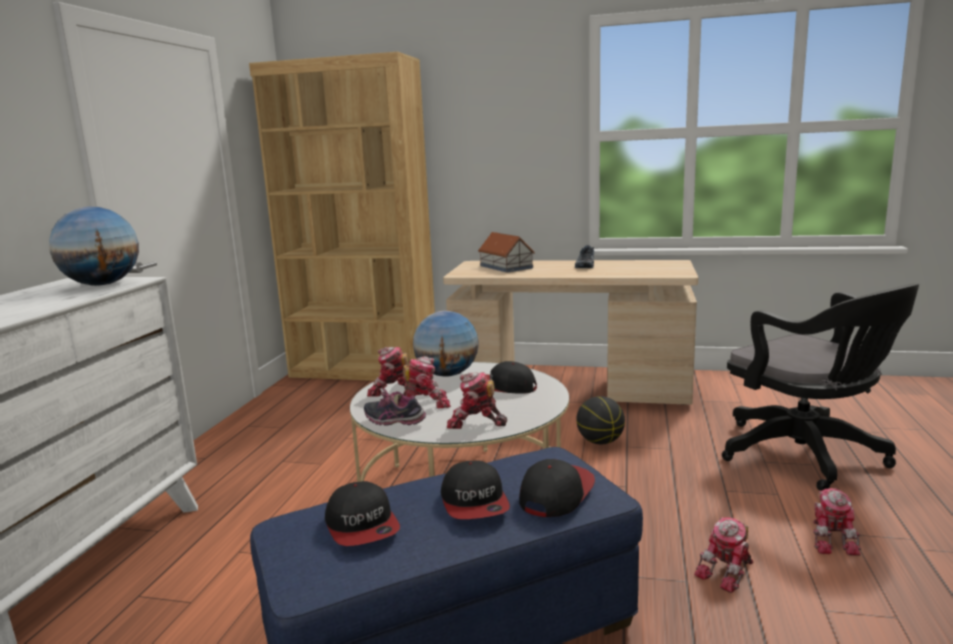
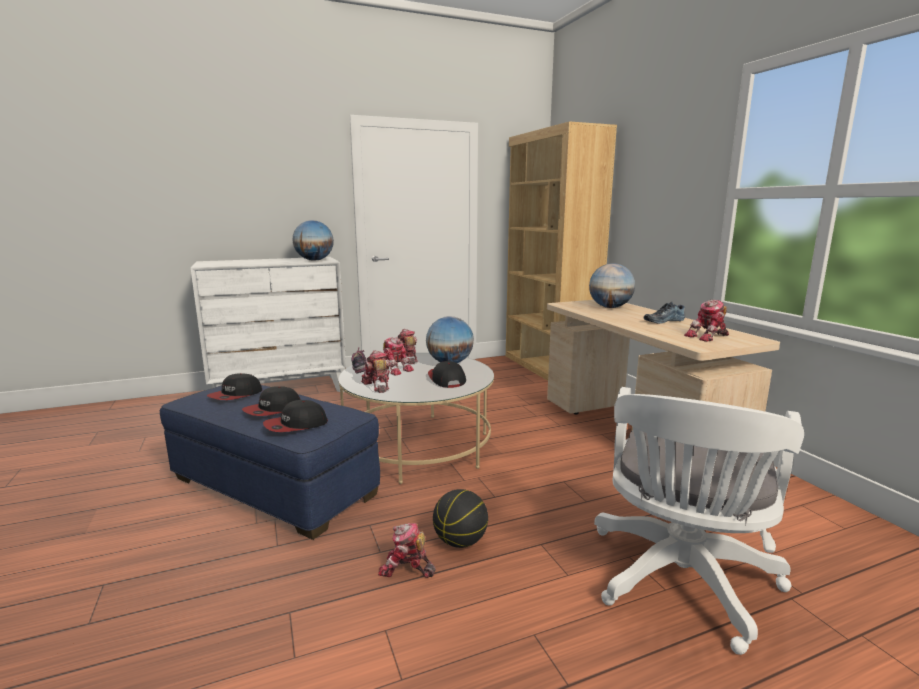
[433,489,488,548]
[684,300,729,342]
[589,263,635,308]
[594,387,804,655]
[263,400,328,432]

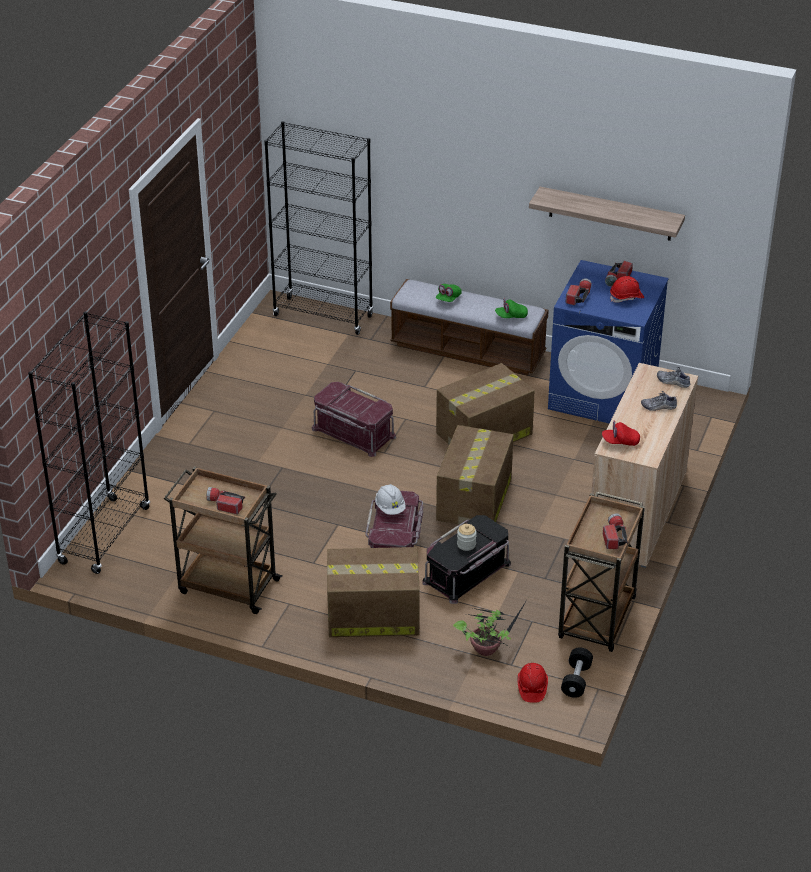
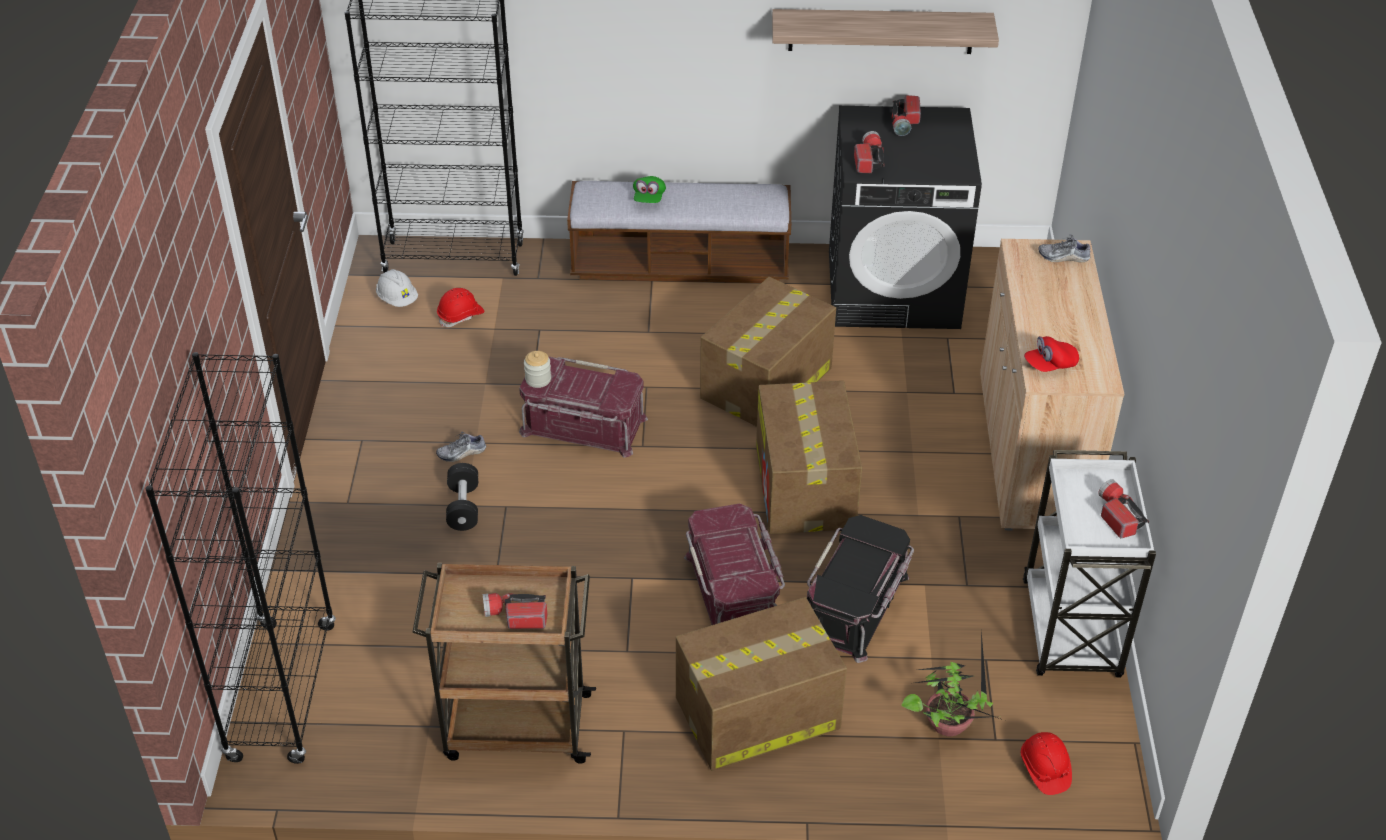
[495,298,528,318] (first image)
[376,269,418,307]
[524,351,551,388]
[446,463,478,531]
[437,288,485,327]
[436,432,486,462]
[829,106,982,329]
[1023,450,1156,677]

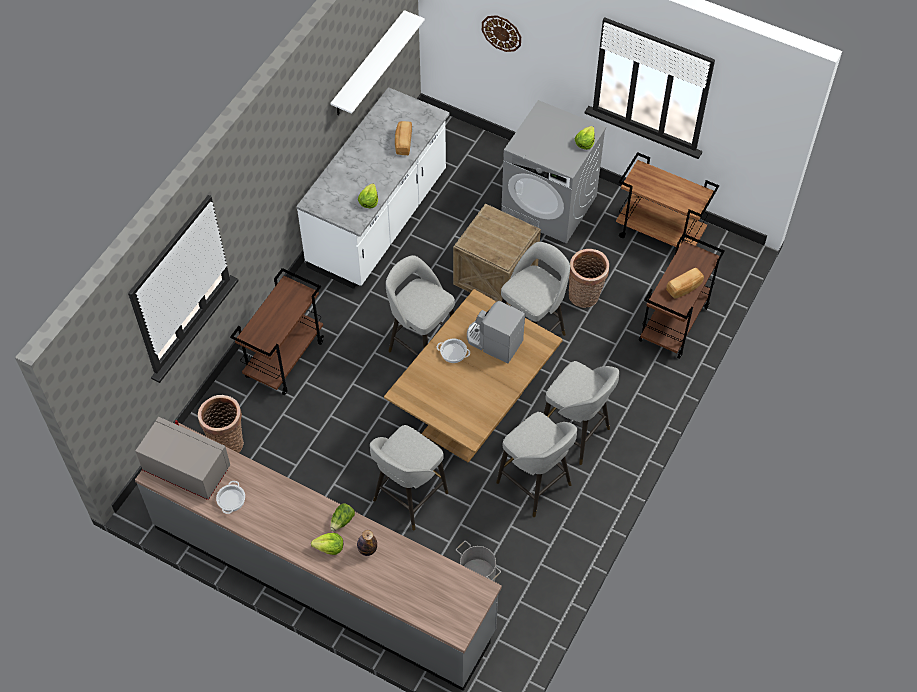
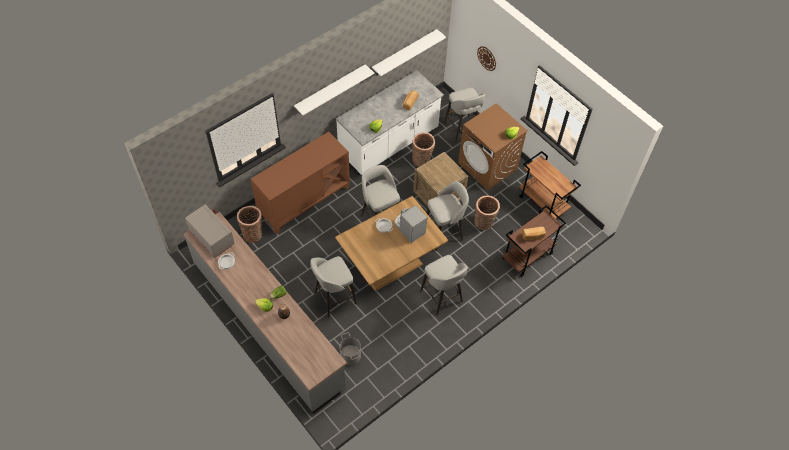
[294,64,374,115]
[412,132,435,167]
[444,87,485,143]
[251,132,350,234]
[458,103,528,190]

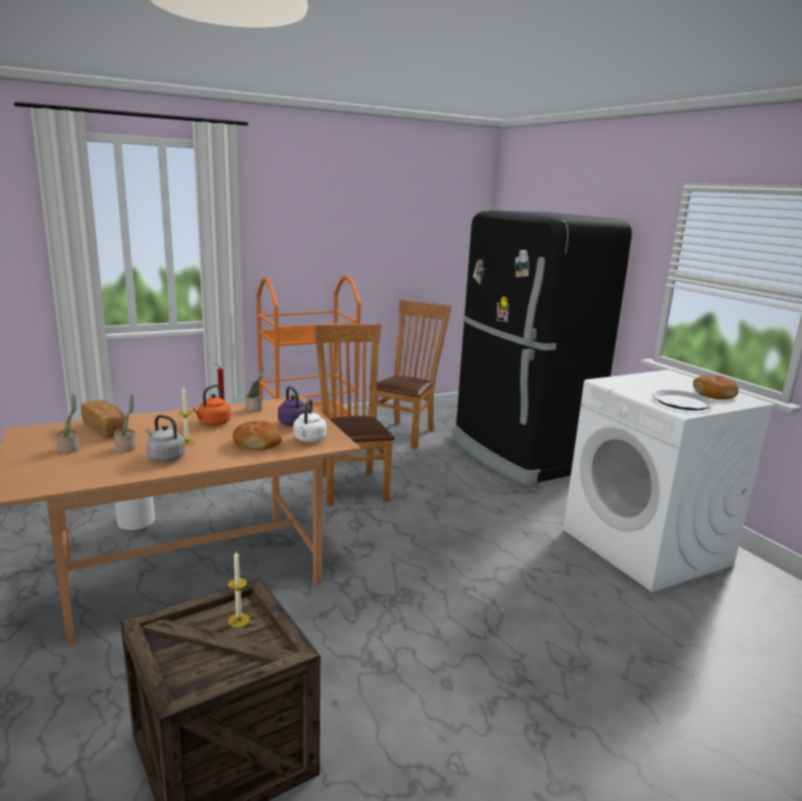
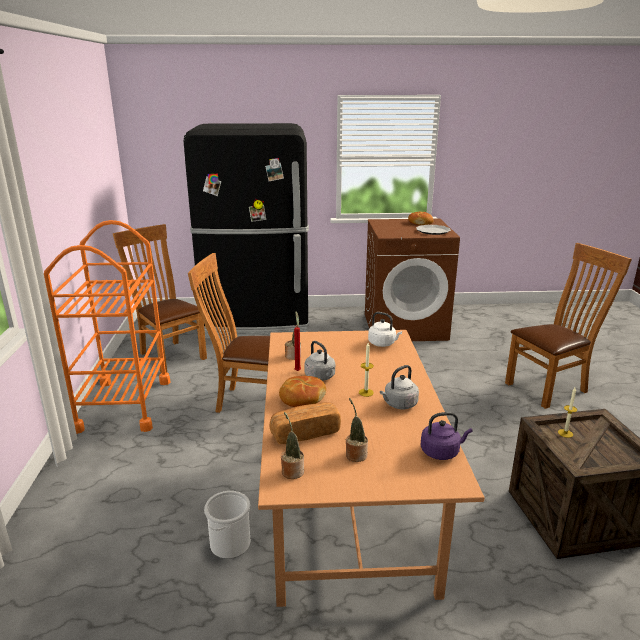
[505,243,632,409]
[281,412,304,479]
[279,376,326,407]
[420,412,472,460]
[304,341,335,381]
[365,219,460,341]

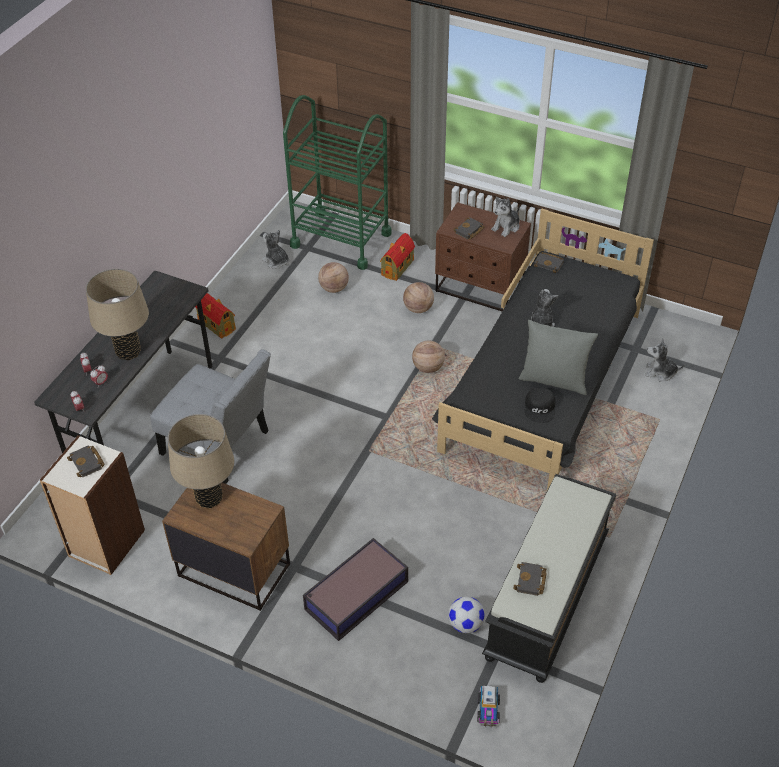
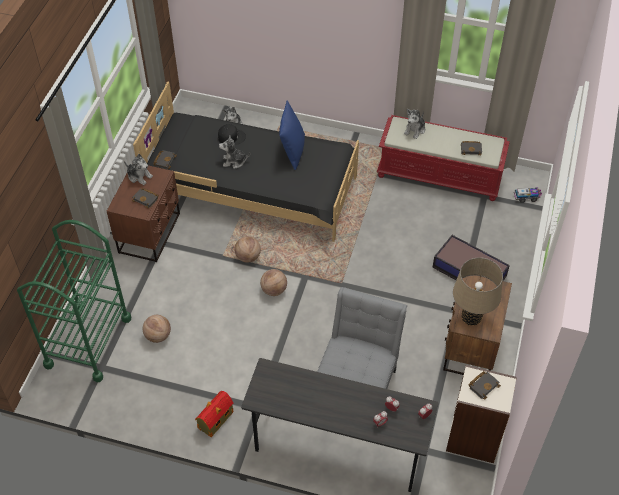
[86,269,149,360] (first image)
[380,233,415,281] (first image)
[449,597,485,633] (first image)
[404,109,425,139]
[260,269,287,296]
[218,124,246,145]
[377,115,510,201]
[279,100,305,170]

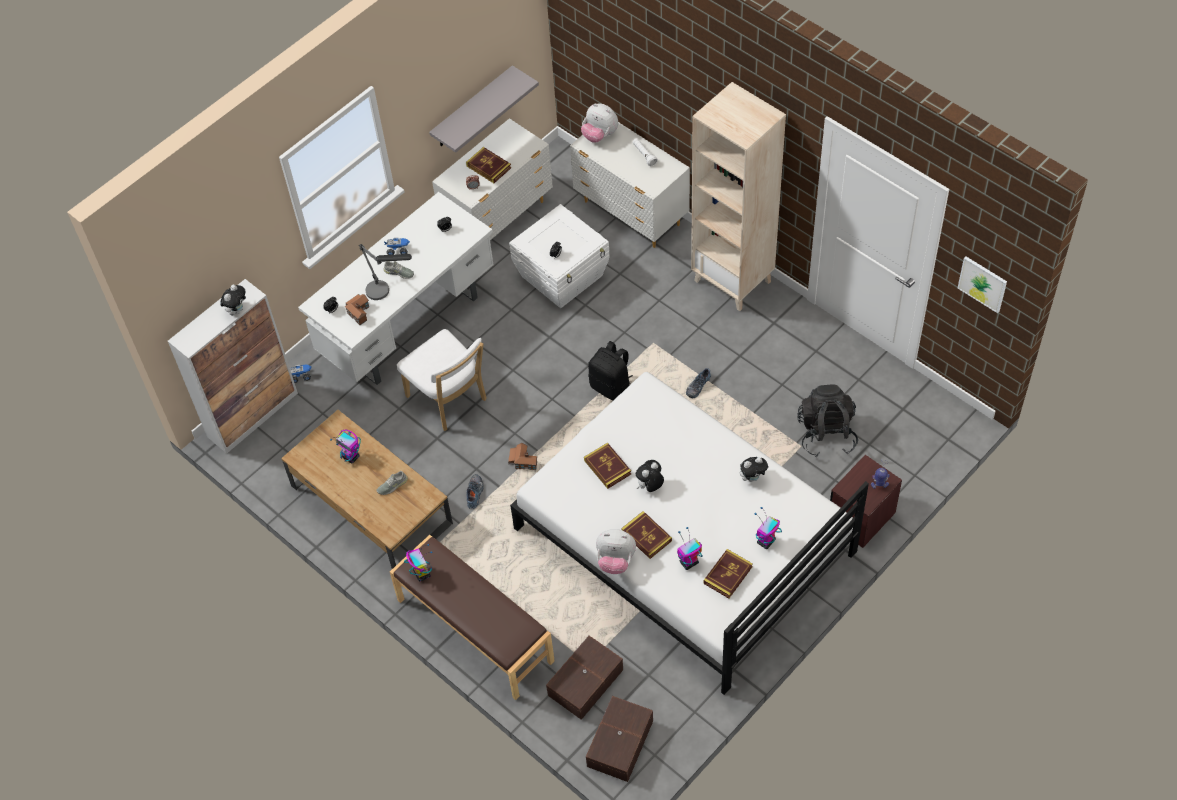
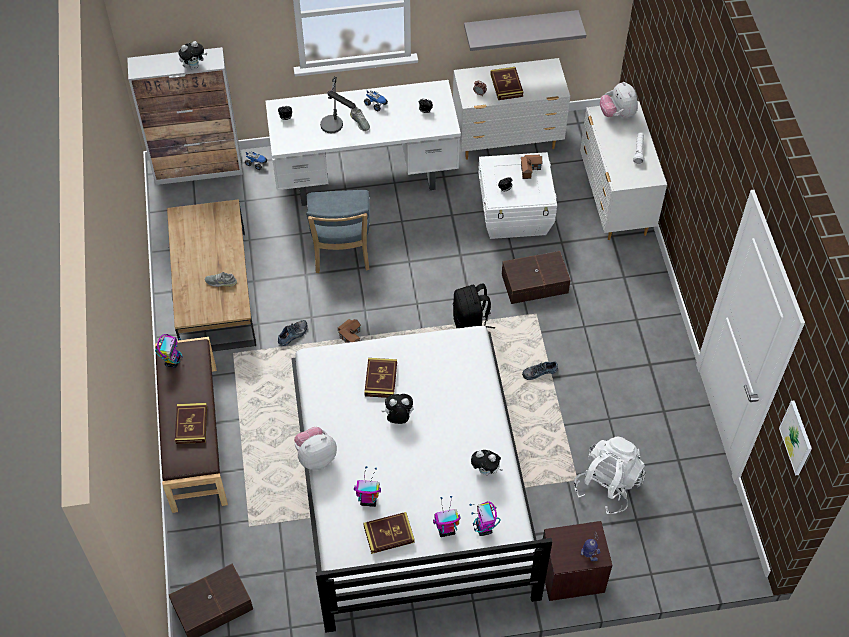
[691,82,786,311] (first image)
[469,501,501,536]
[521,155,542,179]
[502,251,571,304]
[175,403,207,444]
[306,190,370,273]
[574,436,646,514]
[294,427,337,470]

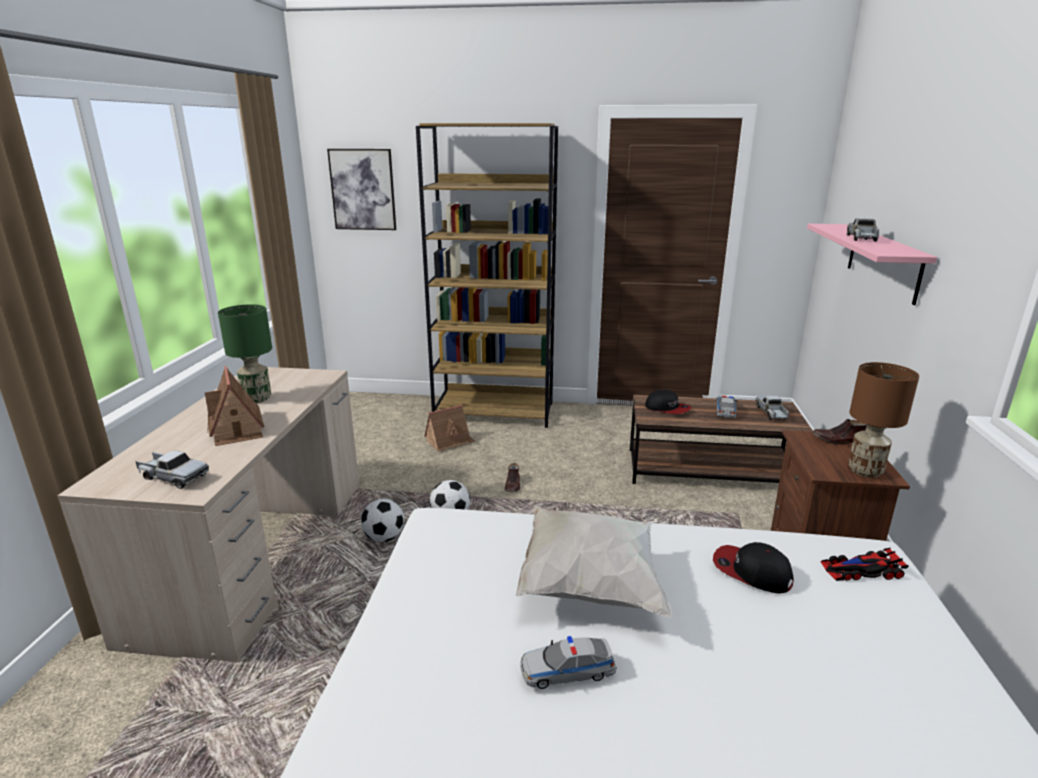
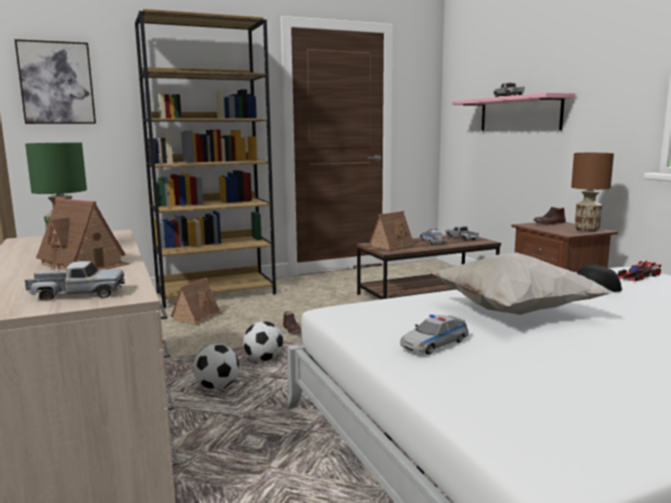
[400,315,469,355]
[369,211,416,250]

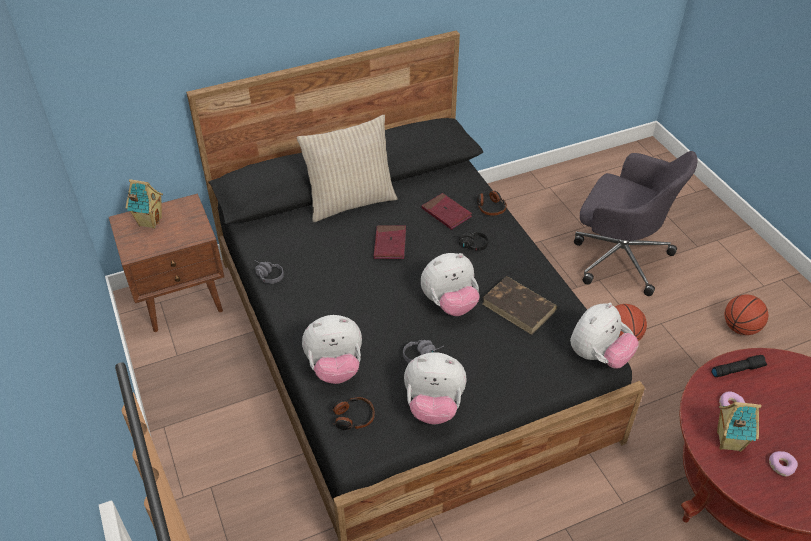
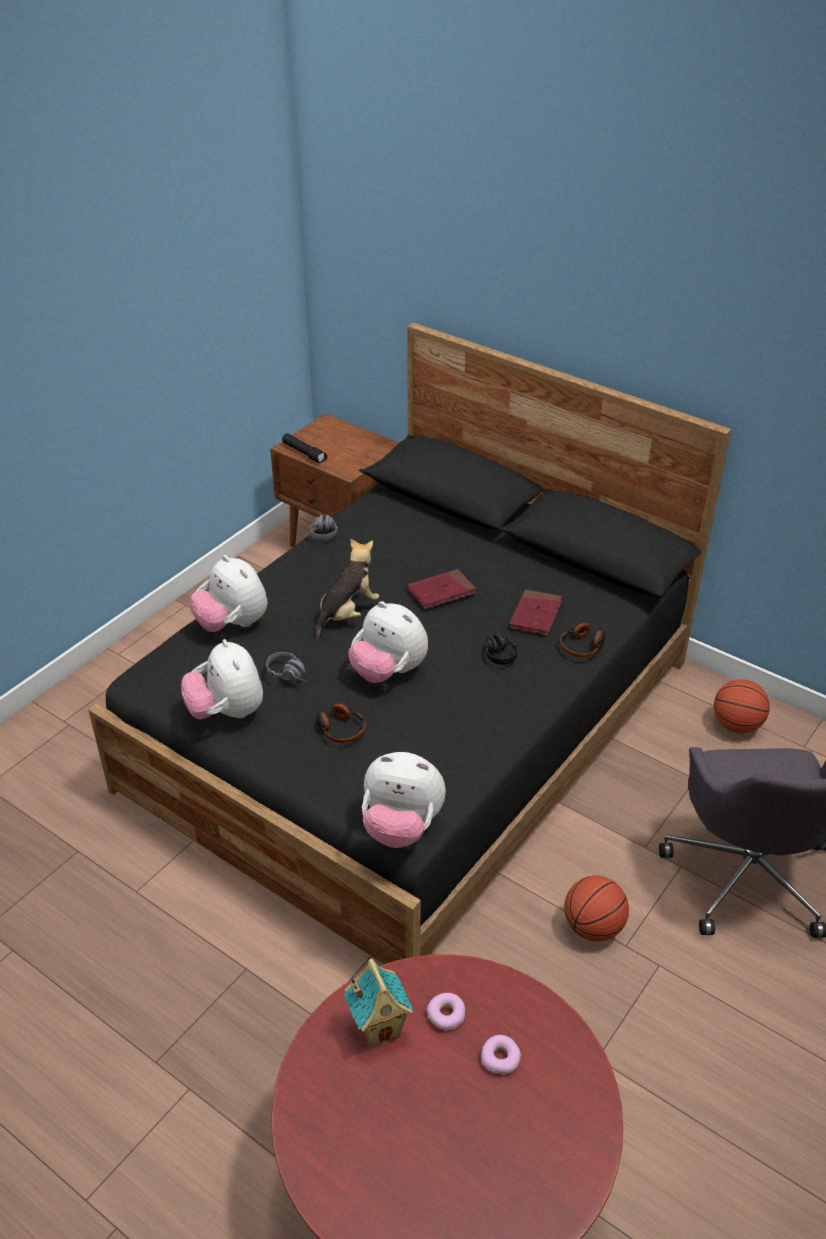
[126,179,163,229] (first image)
[297,115,398,222] (first image)
[482,276,557,335] (first image)
[315,539,379,641]
[317,702,366,743]
[282,433,327,463]
[714,679,770,733]
[481,1035,521,1074]

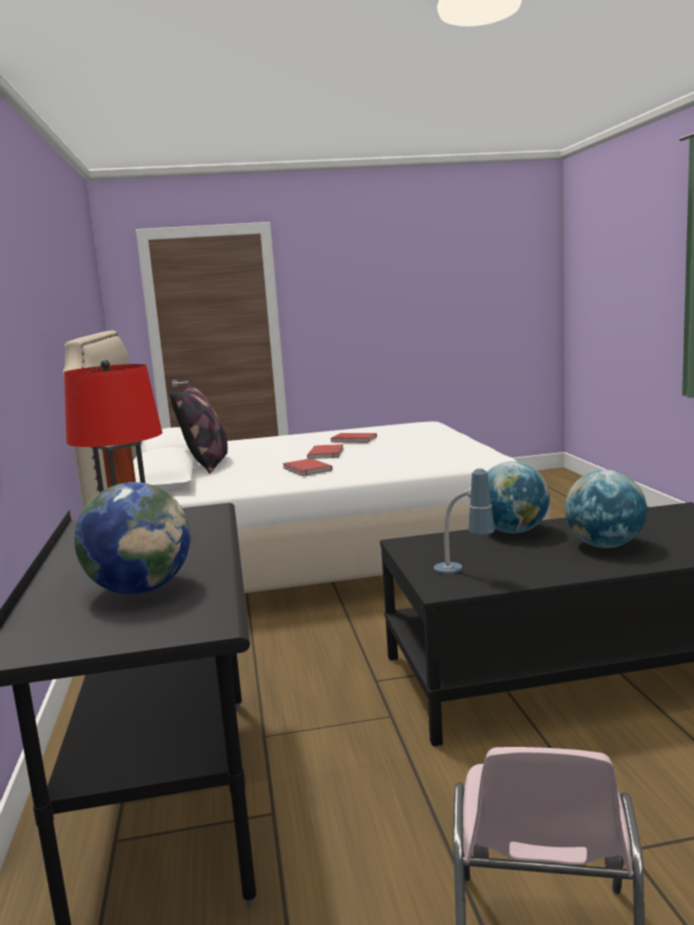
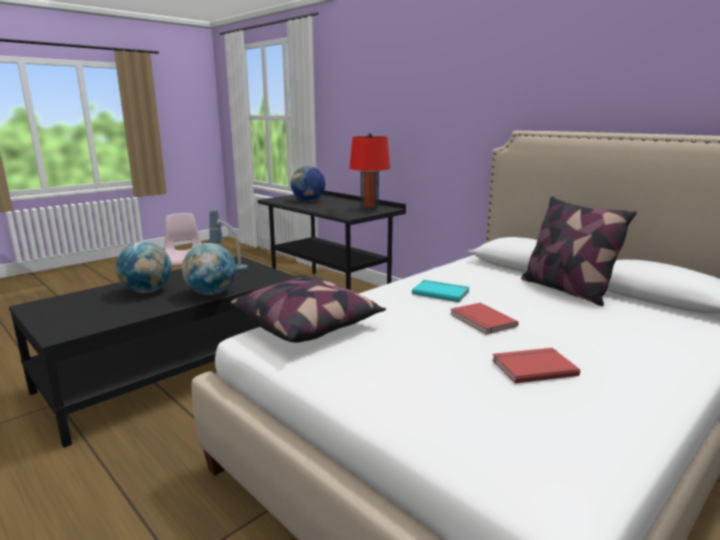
[230,277,386,343]
[412,280,469,302]

